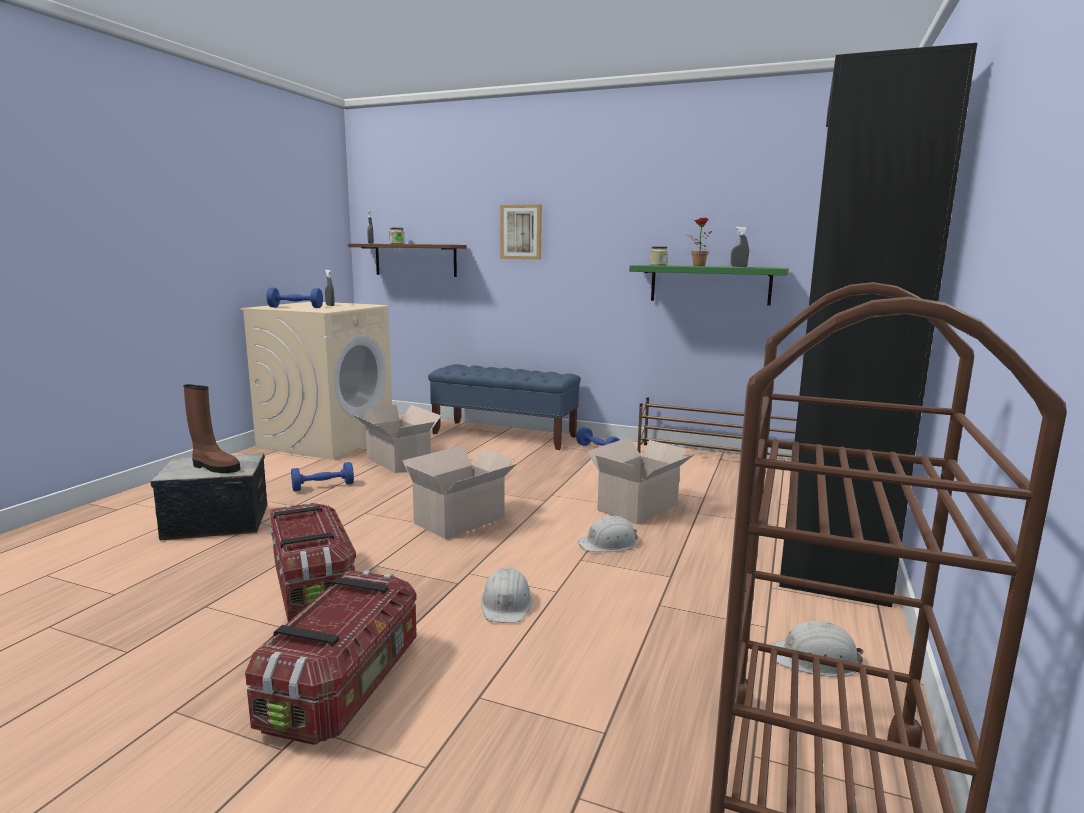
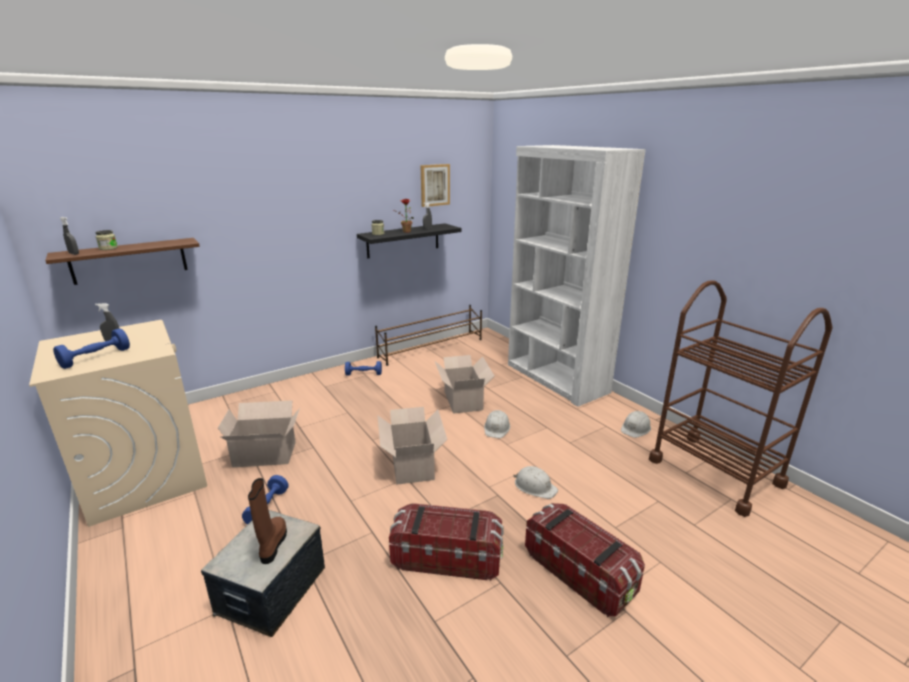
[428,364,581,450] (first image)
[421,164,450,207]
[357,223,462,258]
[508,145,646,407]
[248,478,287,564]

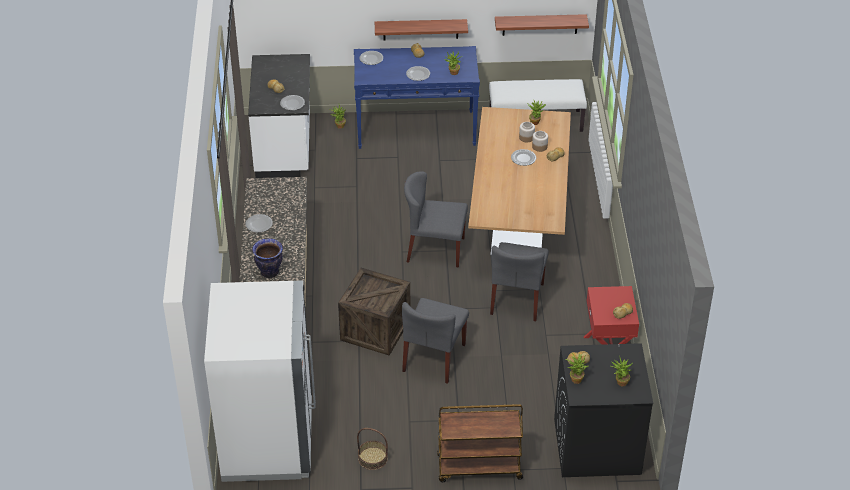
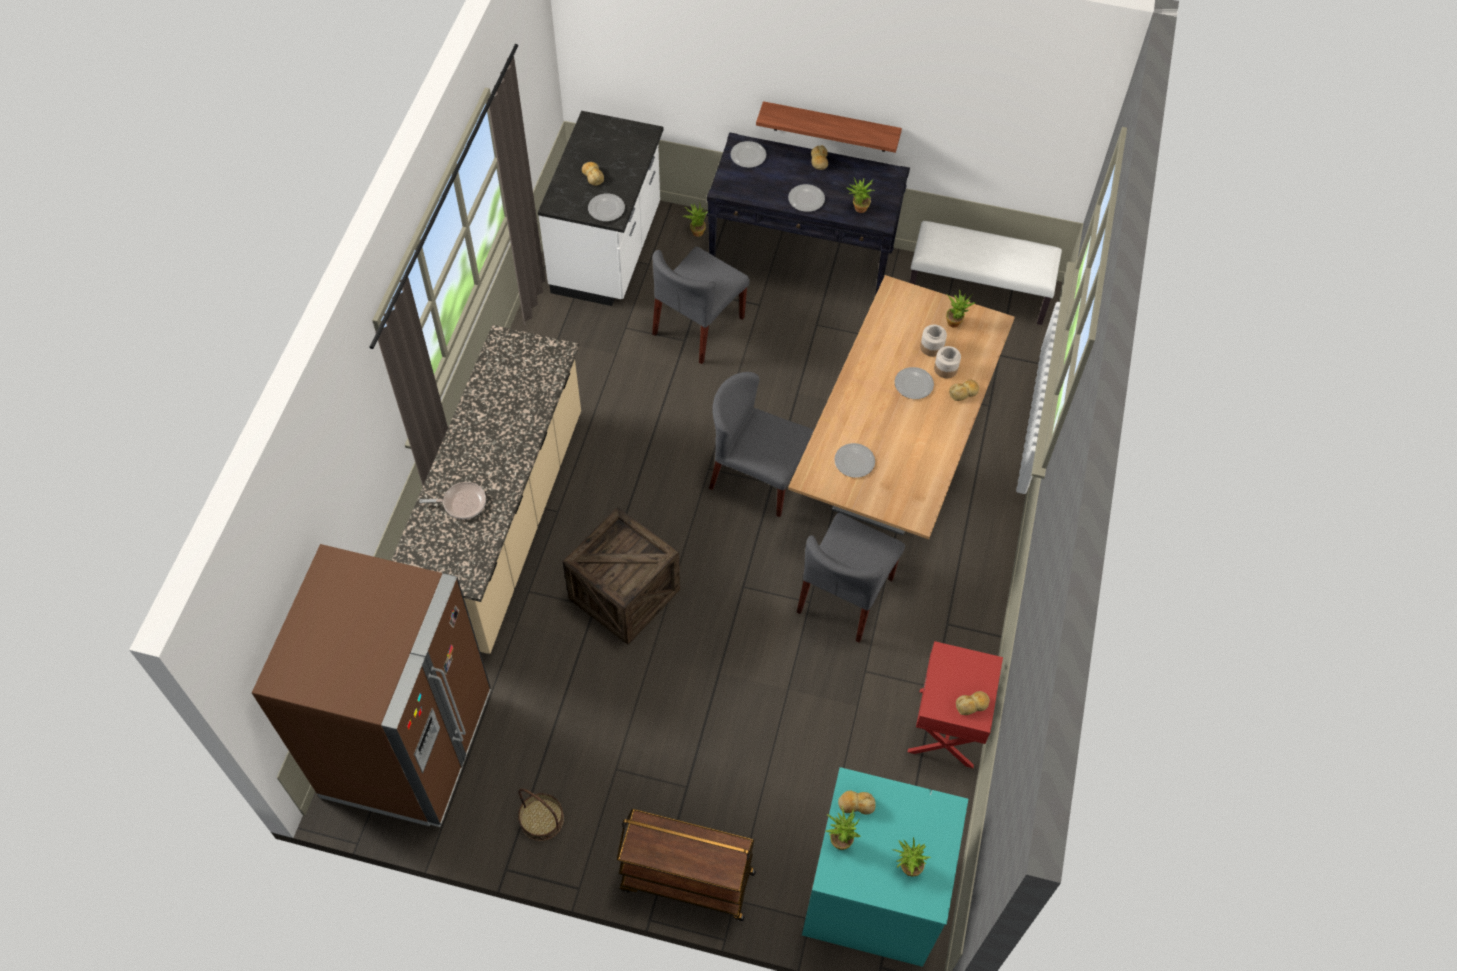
[495,14,589,36] (first image)
[834,443,875,478]
[652,247,750,364]
[419,482,486,519]
[252,544,491,827]
[707,132,910,296]
[802,767,968,967]

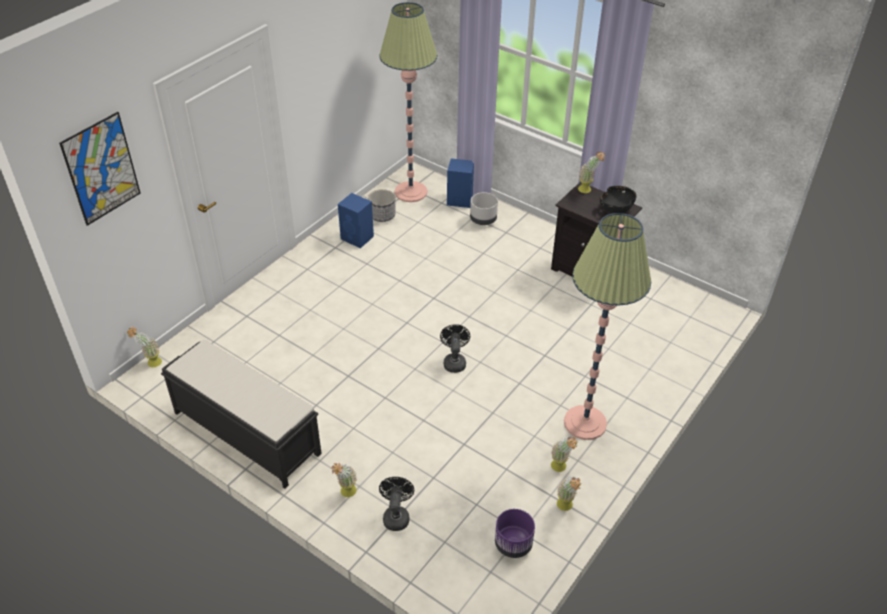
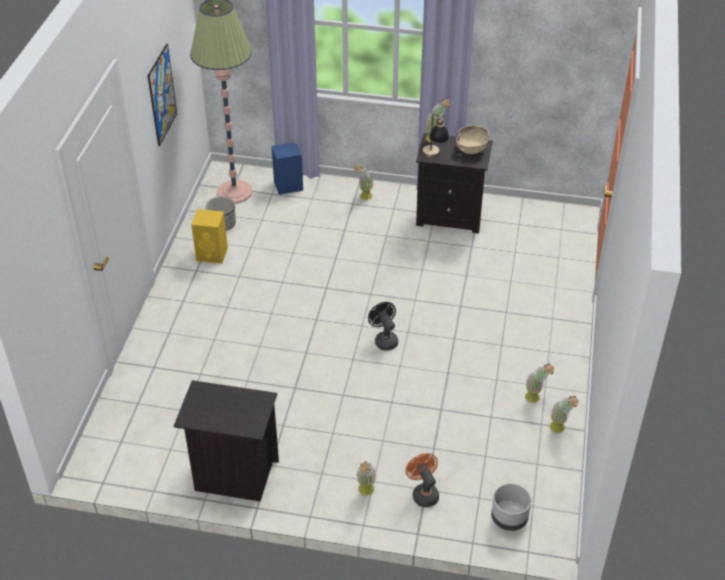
[495,509,535,558] (first image)
[564,213,651,440] (first image)
[422,114,449,158]
[147,44,177,146]
[354,164,374,200]
[491,483,531,531]
[174,380,279,501]
[191,209,228,263]
[405,453,439,507]
[456,126,489,154]

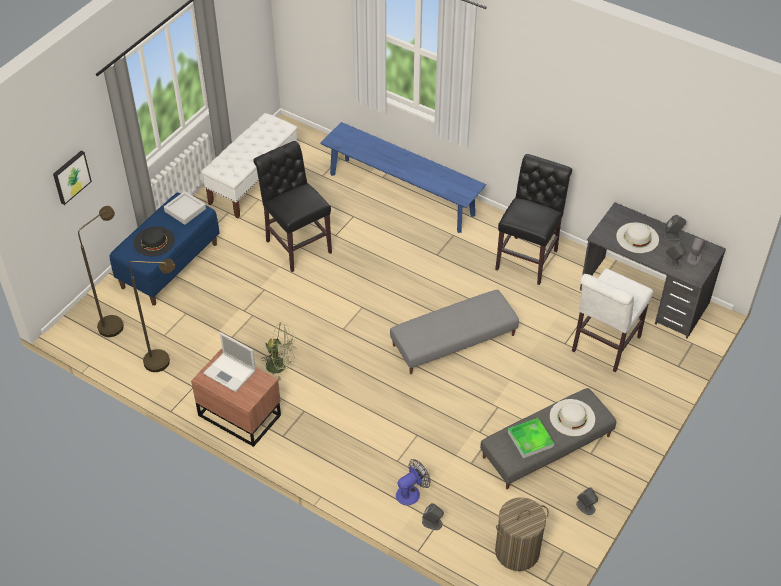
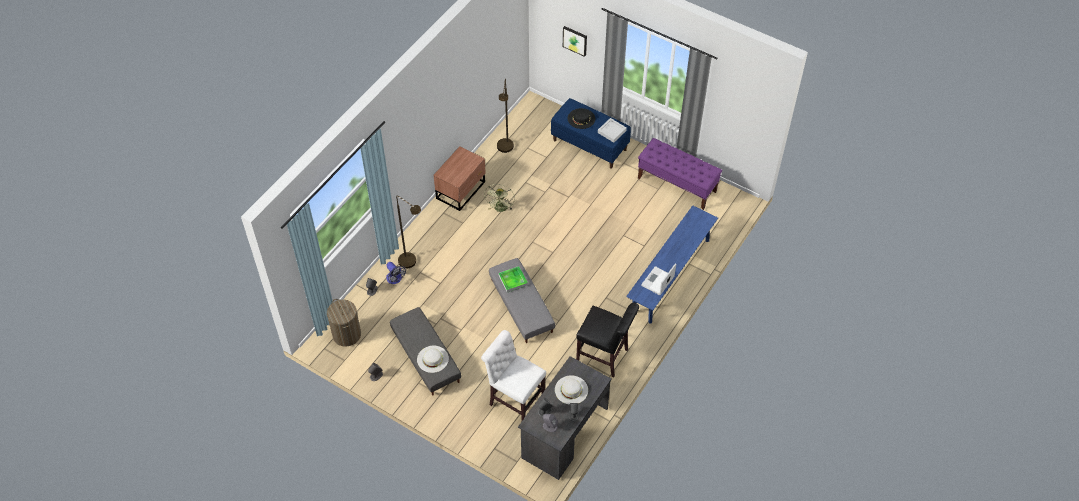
[253,141,332,272] (first image)
[396,196,421,269]
[641,263,676,295]
[498,266,528,292]
[638,138,722,210]

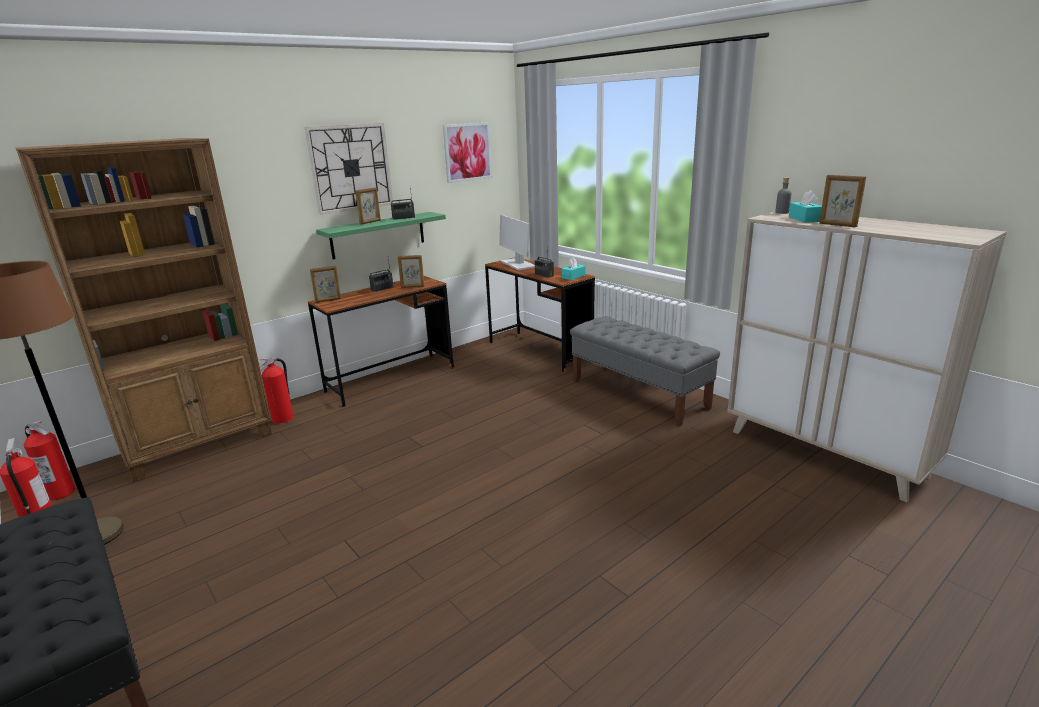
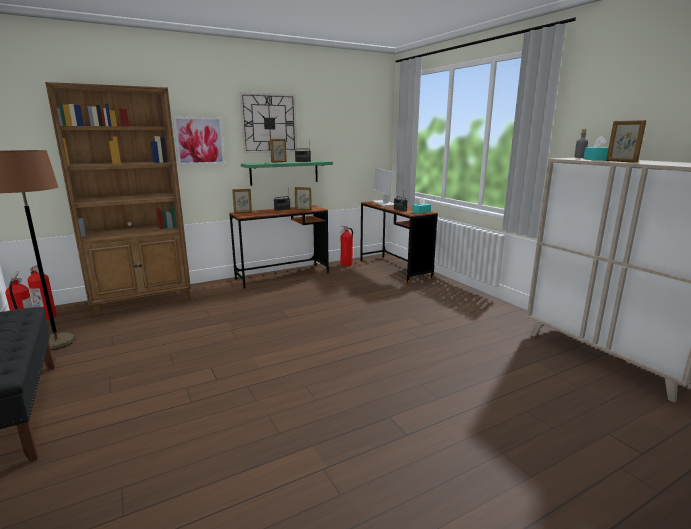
[570,317,720,427] (first image)
[340,226,353,266]
[173,117,225,165]

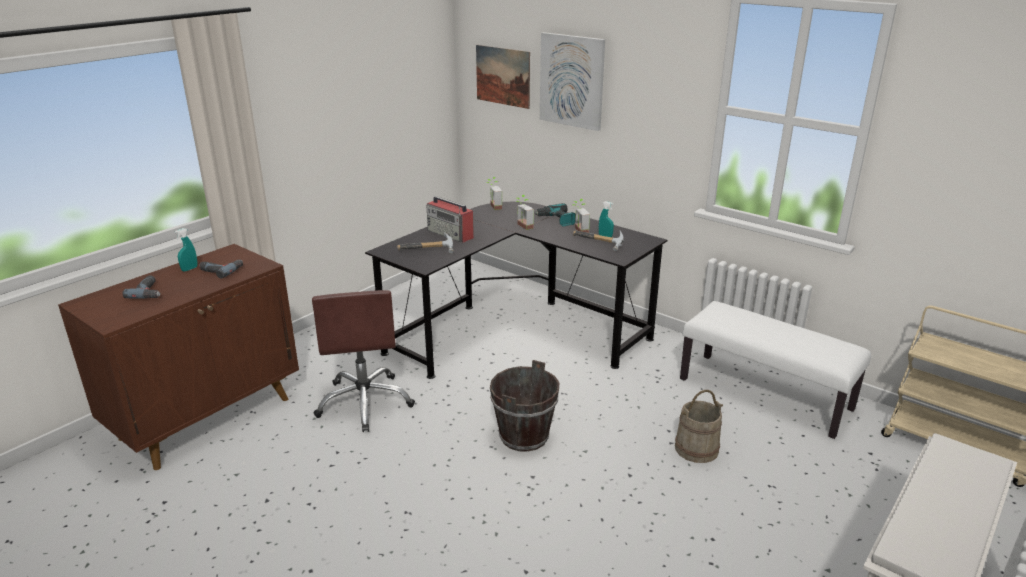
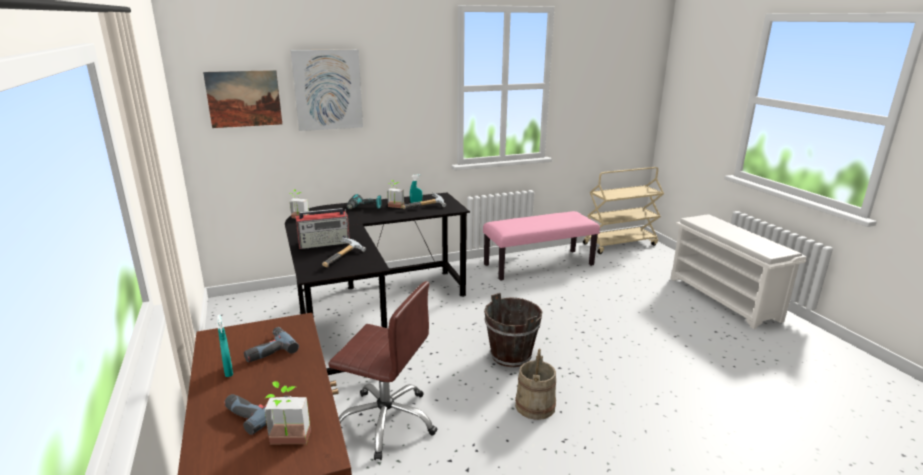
[264,381,311,444]
[515,349,556,420]
[483,211,600,281]

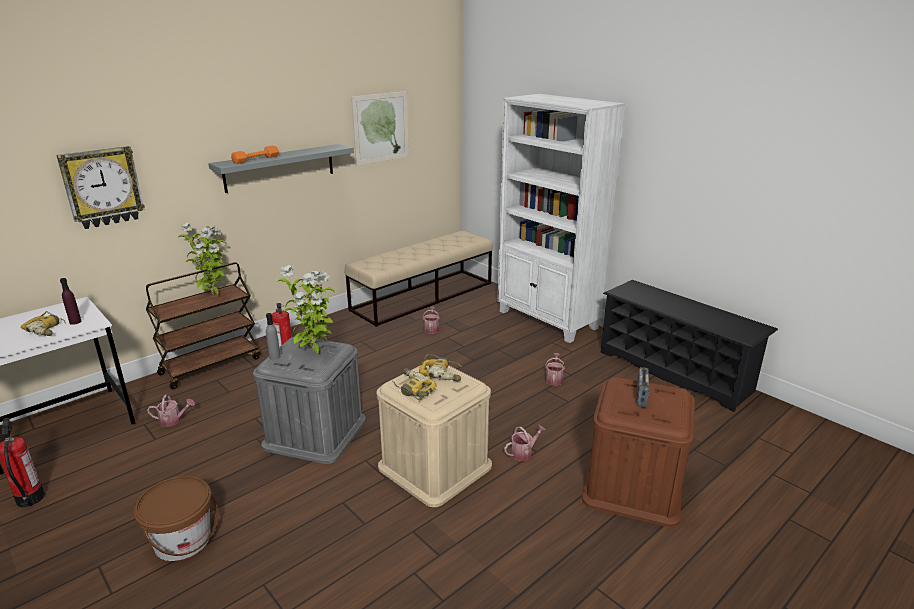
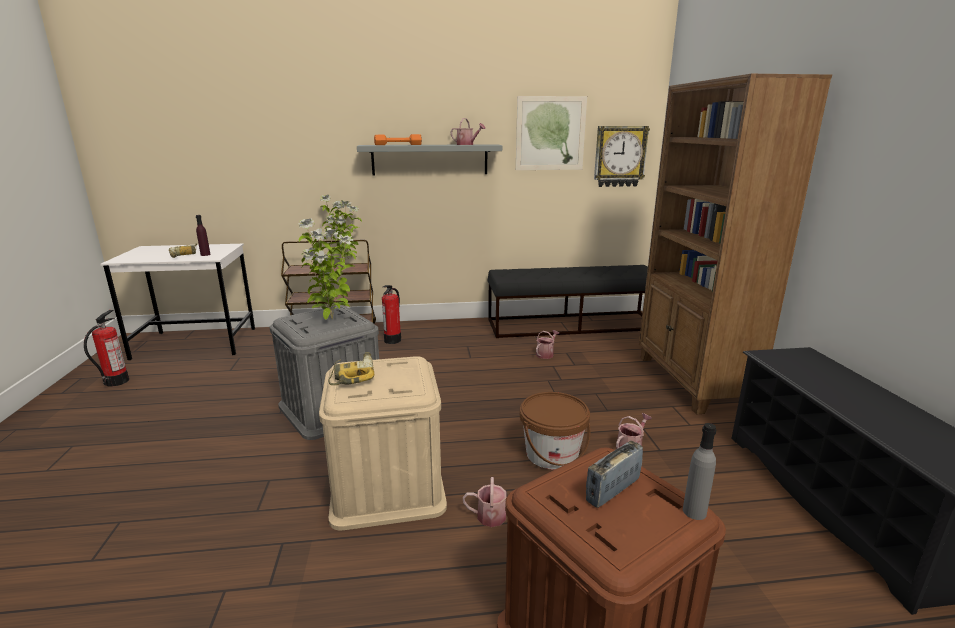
[419,354,462,381] (first image)
[594,126,650,187]
[520,392,590,470]
[451,118,485,145]
[683,423,716,520]
[487,265,648,338]
[639,74,832,414]

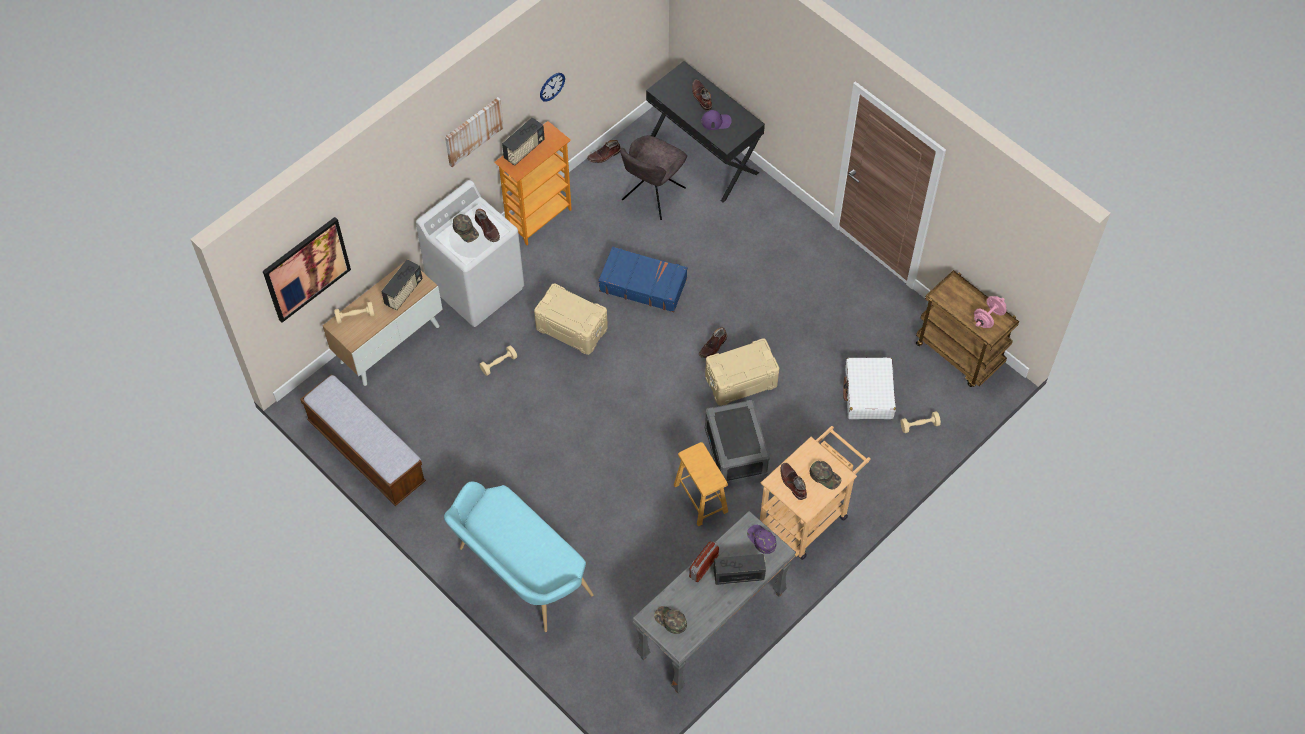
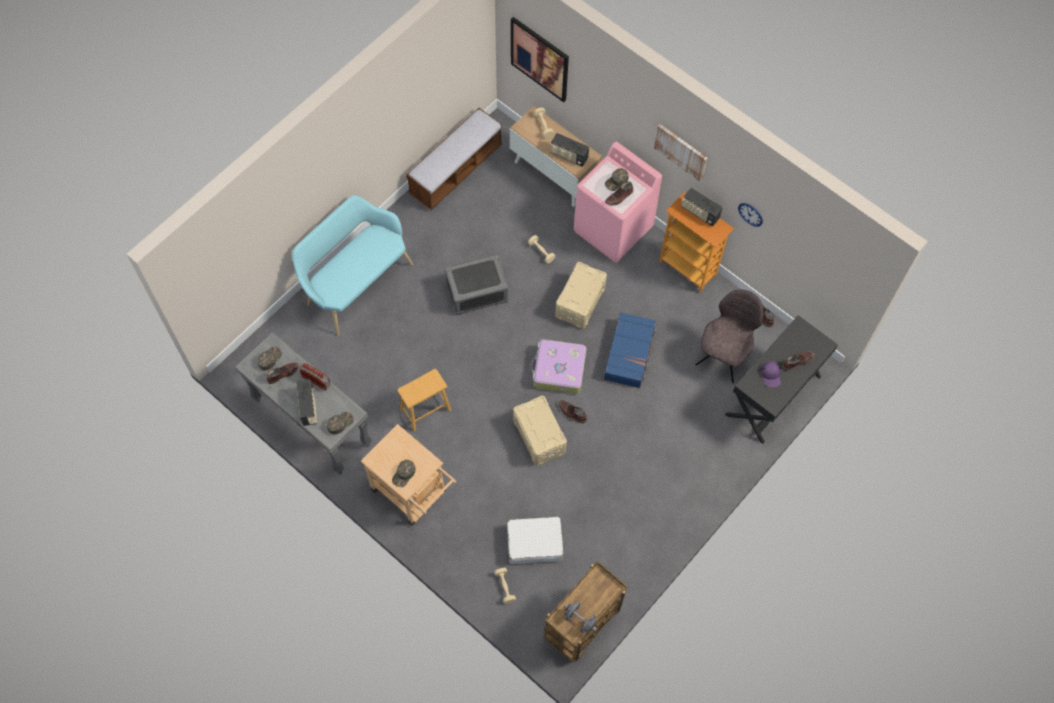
[530,339,586,394]
[445,254,509,315]
[266,362,299,384]
[574,142,662,263]
[327,412,354,434]
[564,602,597,633]
[695,289,763,383]

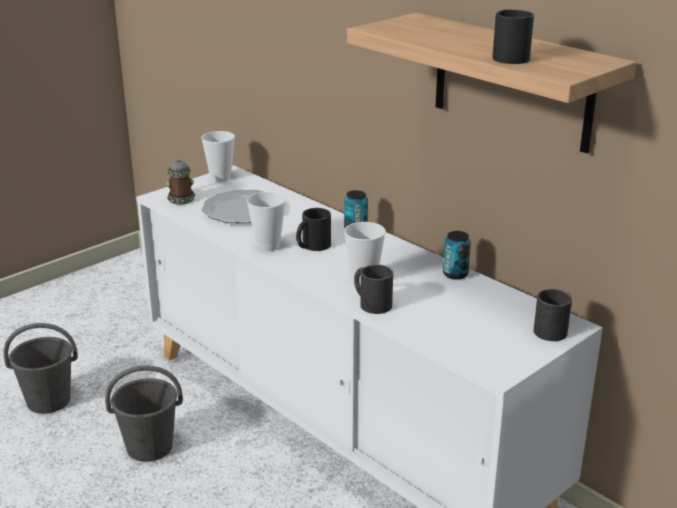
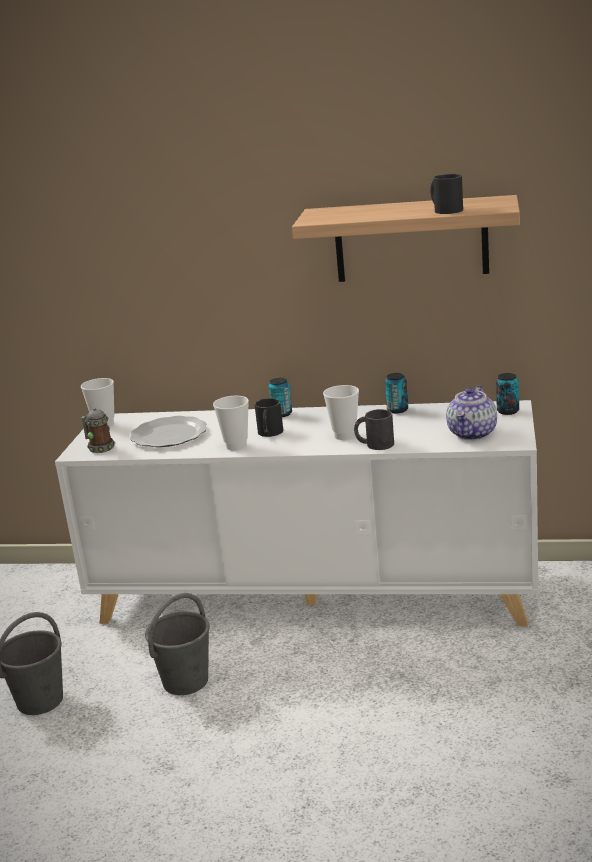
[446,385,497,440]
[496,373,519,415]

